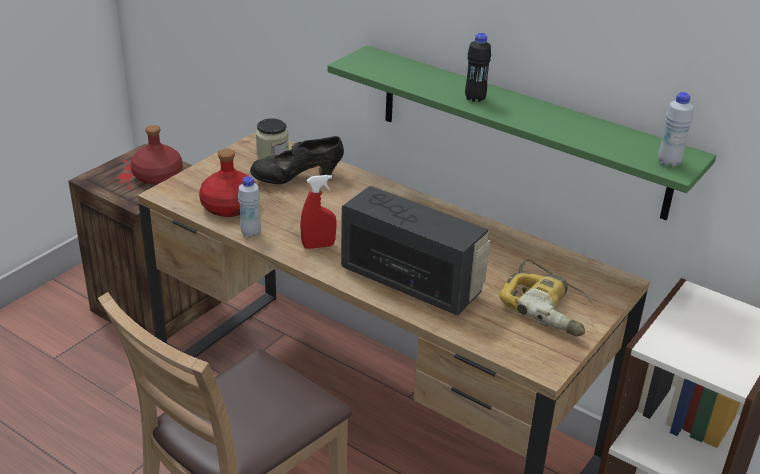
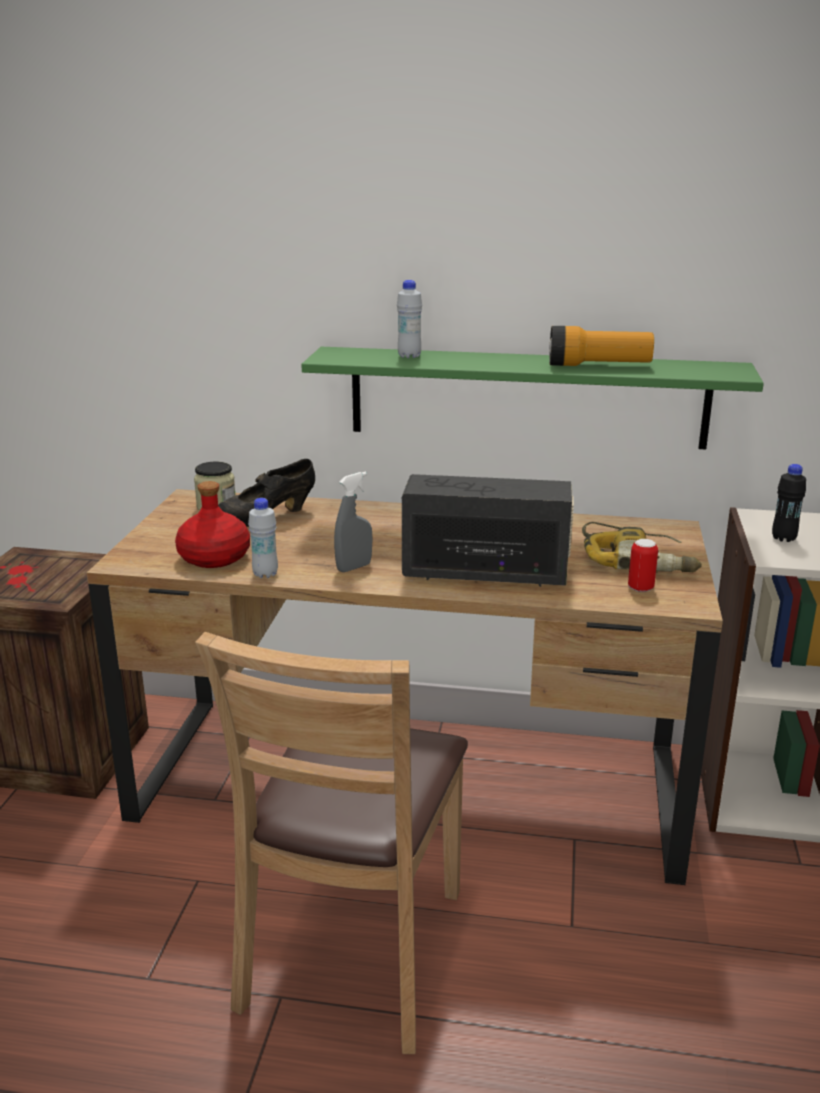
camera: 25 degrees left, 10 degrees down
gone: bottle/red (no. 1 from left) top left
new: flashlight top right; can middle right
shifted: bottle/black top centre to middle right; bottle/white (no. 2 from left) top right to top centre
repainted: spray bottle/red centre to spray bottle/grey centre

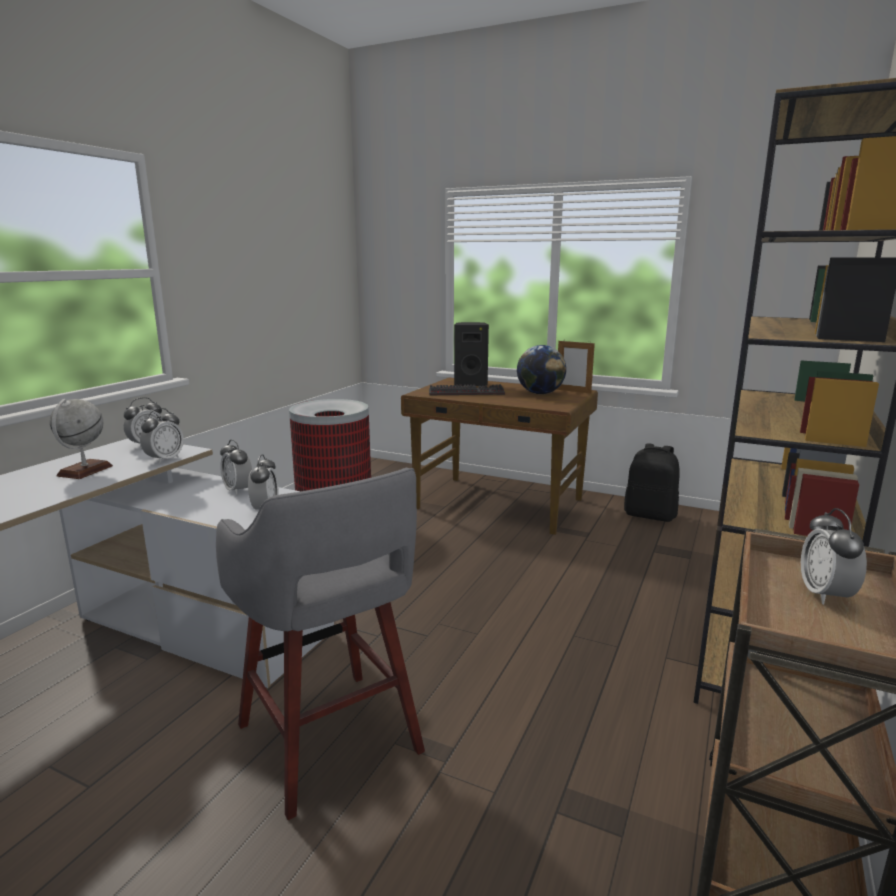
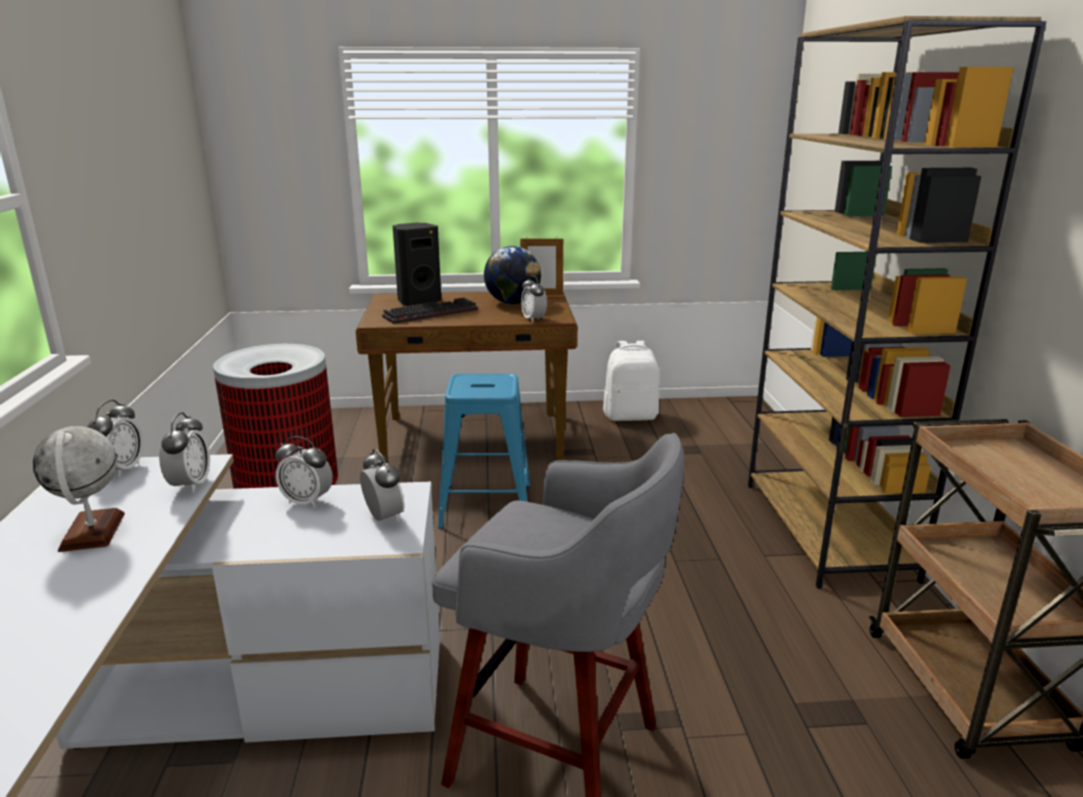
camera: 30 degrees left, 5 degrees up
new: stool/blue centre
shifted: alarm clock (no. 5 from left) middle right to centre
repainted: backpack/black middle right to backpack/white centre

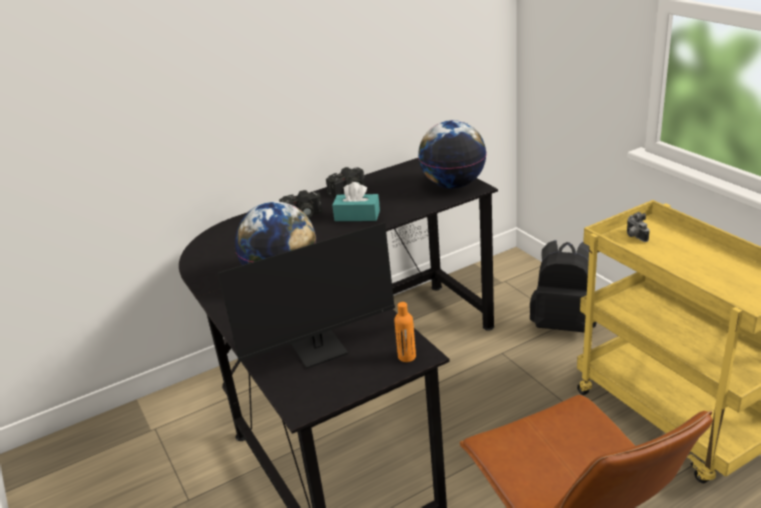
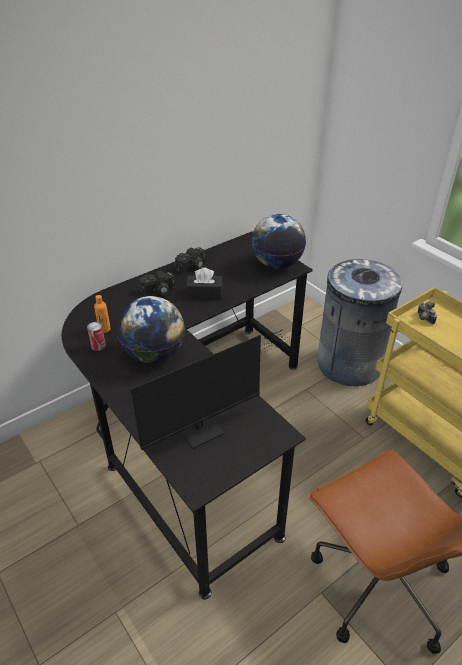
camera: 10 degrees left, 10 degrees up
new: can middle left
shifted: bottle/orange centre to middle left
swapped: backpack/black middle right to trash can/grey middle right
repainted: tissue box/turquoise centre to tissue box/black centre

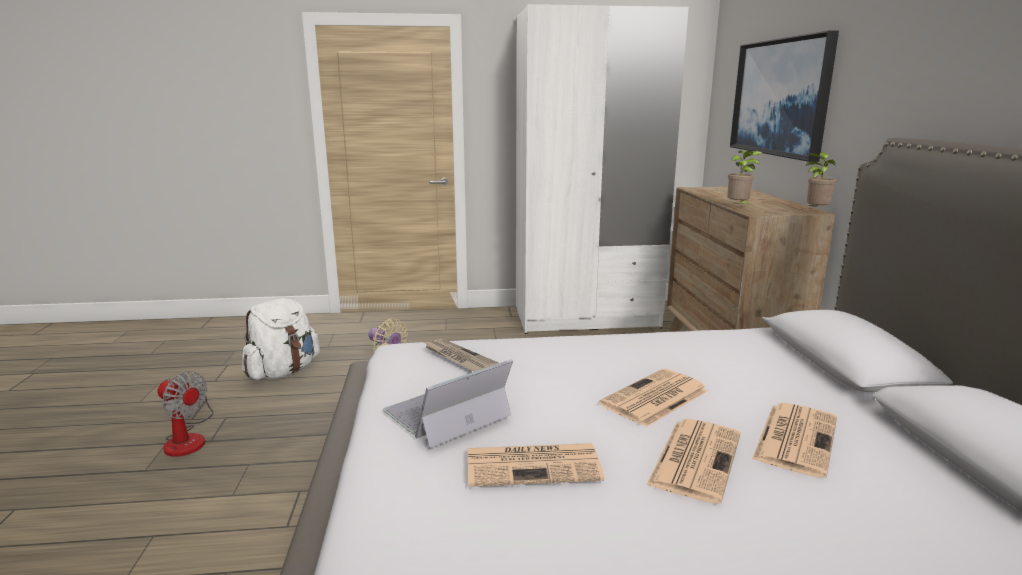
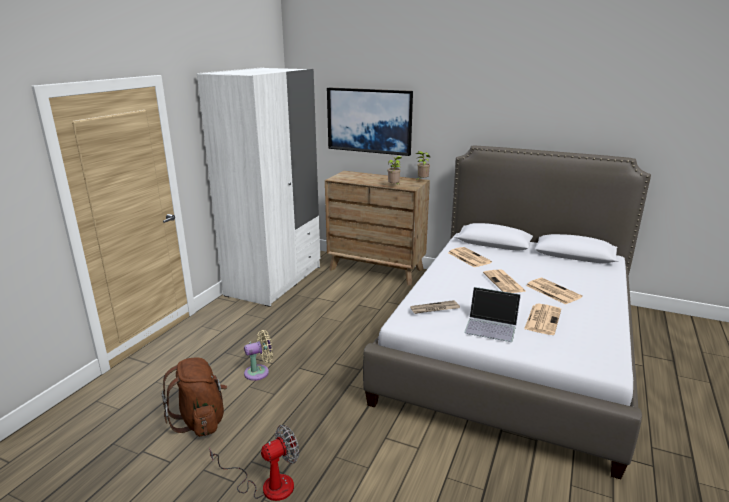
camera: 60 degrees left, 5 degrees up
shifted: newspaper (no. 5 from left in the first image) bottom right to newspaper (no. 2 from left) centre
repainted: backpack/white middle left to backpack/brown bottom left
rotated: laptop bottom centre = middle right 60 degrees counterclockwise

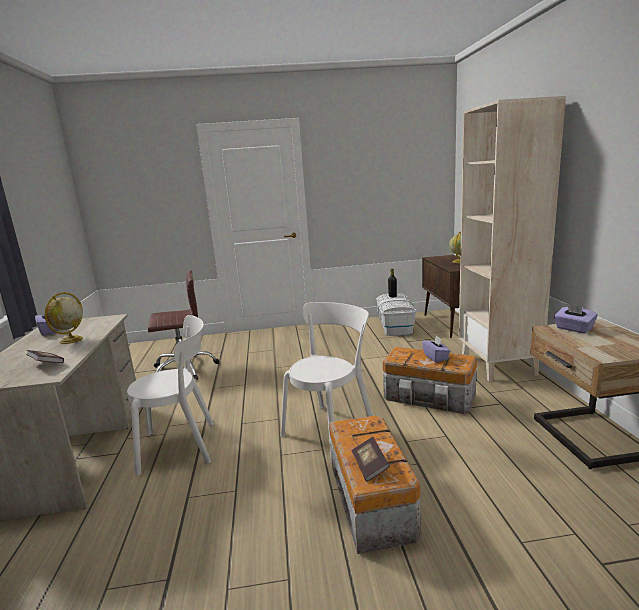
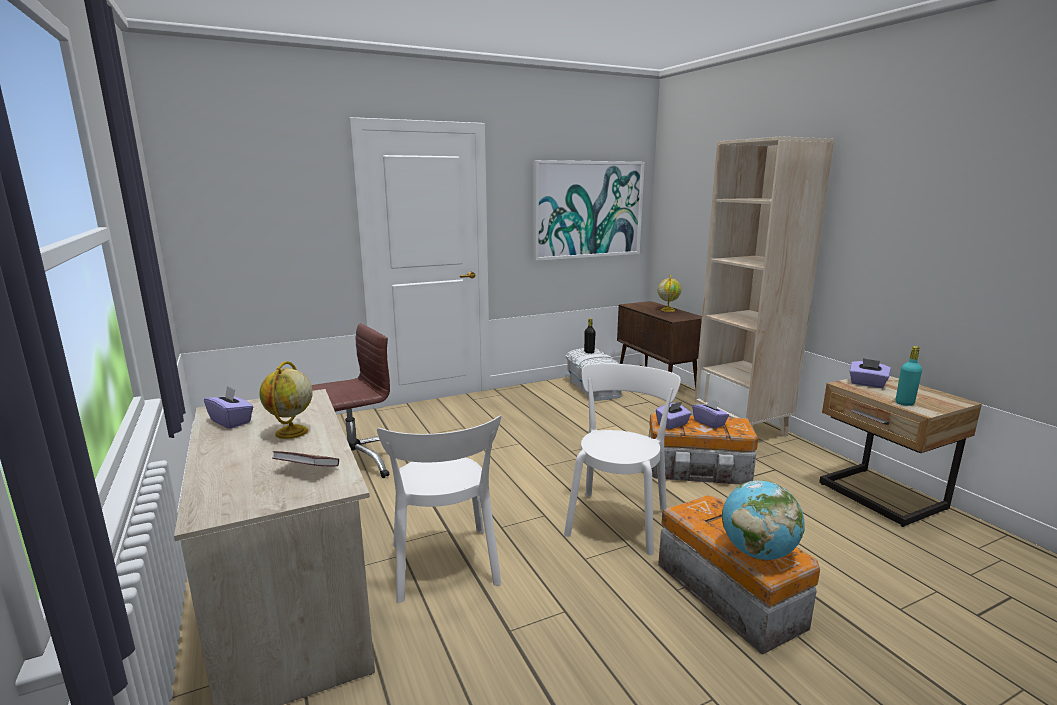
camera: 20 degrees left, 0 degrees up
new: picture top centre; tissue box/purple (no. 2 from left) centre; bottle/turquoise middle right
swapped: book (no. 2 from left) bottom centre to globe (no. 3 from left) bottom right
rotated: chair/white (no. 1 from left) middle left = bottom centre 105 degrees clockwise

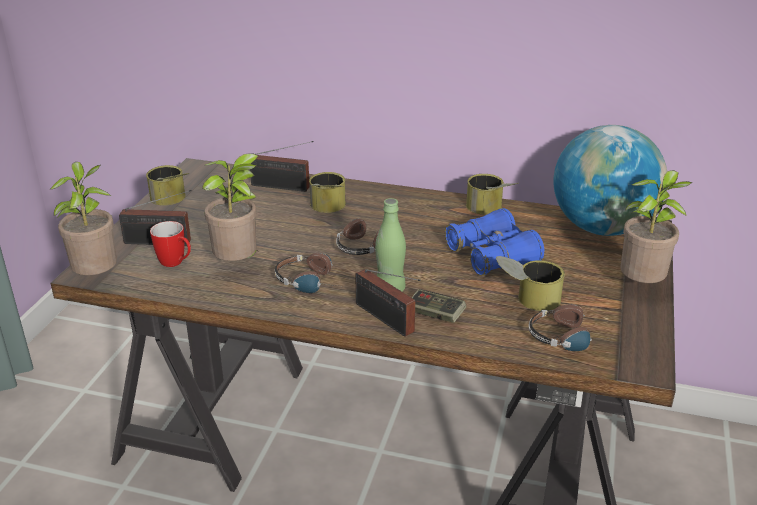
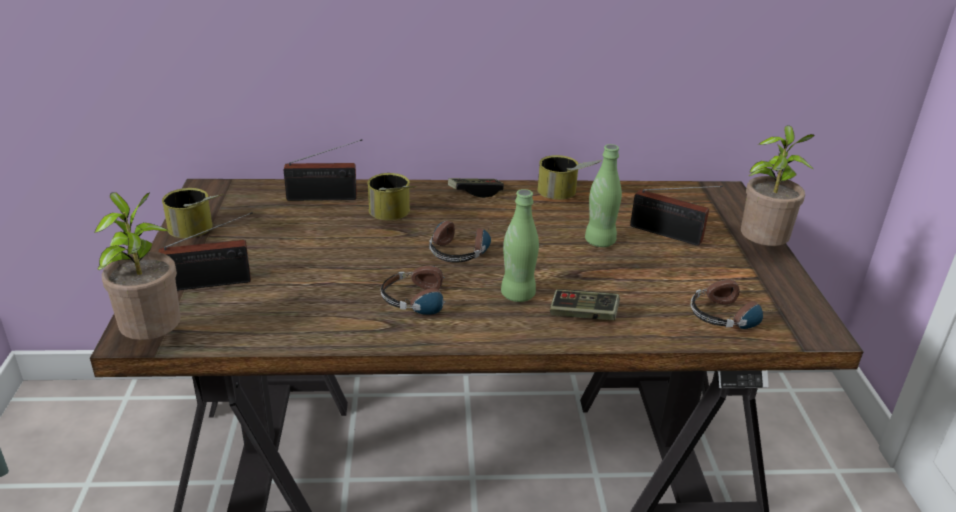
camera: 20 degrees left, 0 degrees up
gone: mug middle left; potted plant (no. 2 from left) middle left; can (no. 4 from left) middle right; globe middle right
new: game controller (no. 1 from left) centre
shifted: radio (no. 3 from left) centre to middle right
swapped: binoculars/blue centre to bottle/green (no. 2 from left) centre

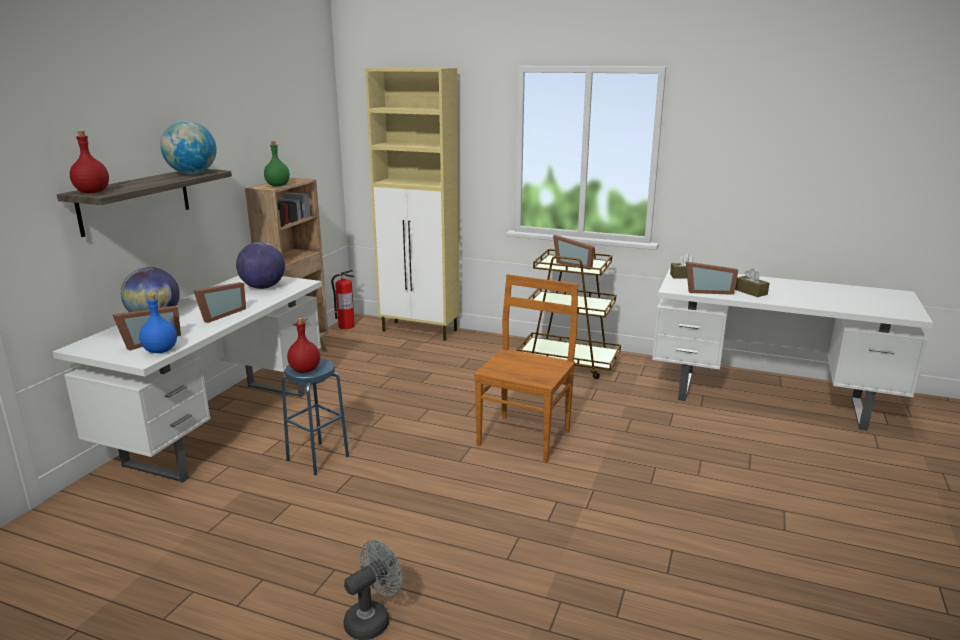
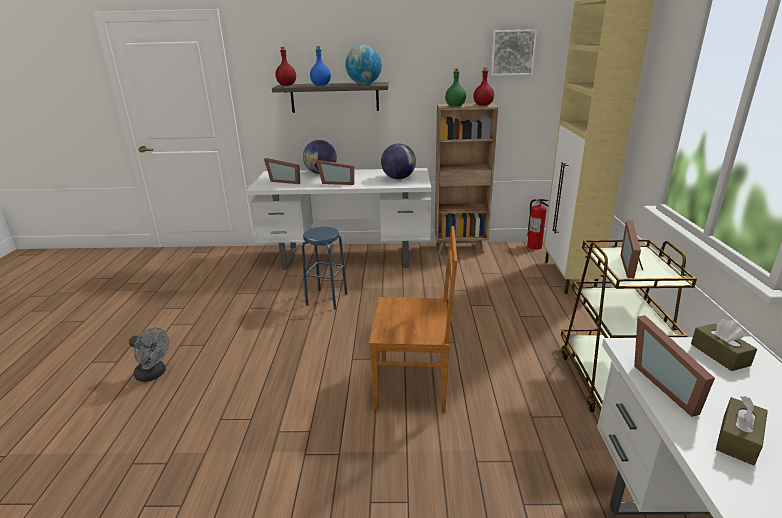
camera: 70 degrees right, 5 degrees up
new: picture top centre
shifted: bottle/blue middle left to top centre; bottle/red (no. 2 from left) middle left to top centre

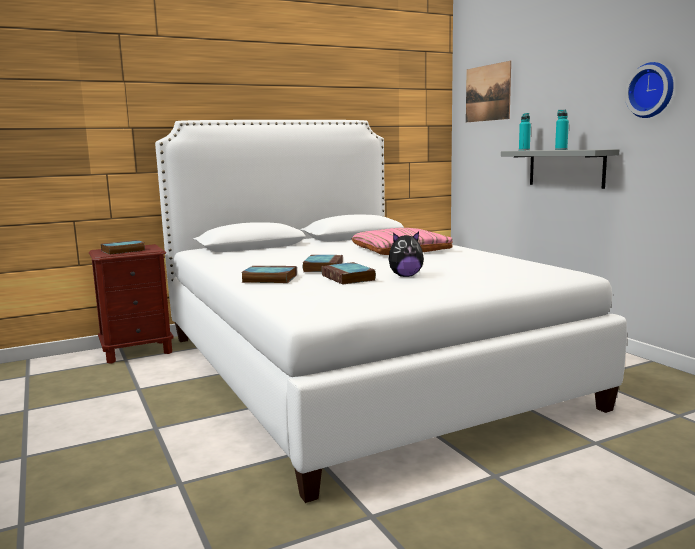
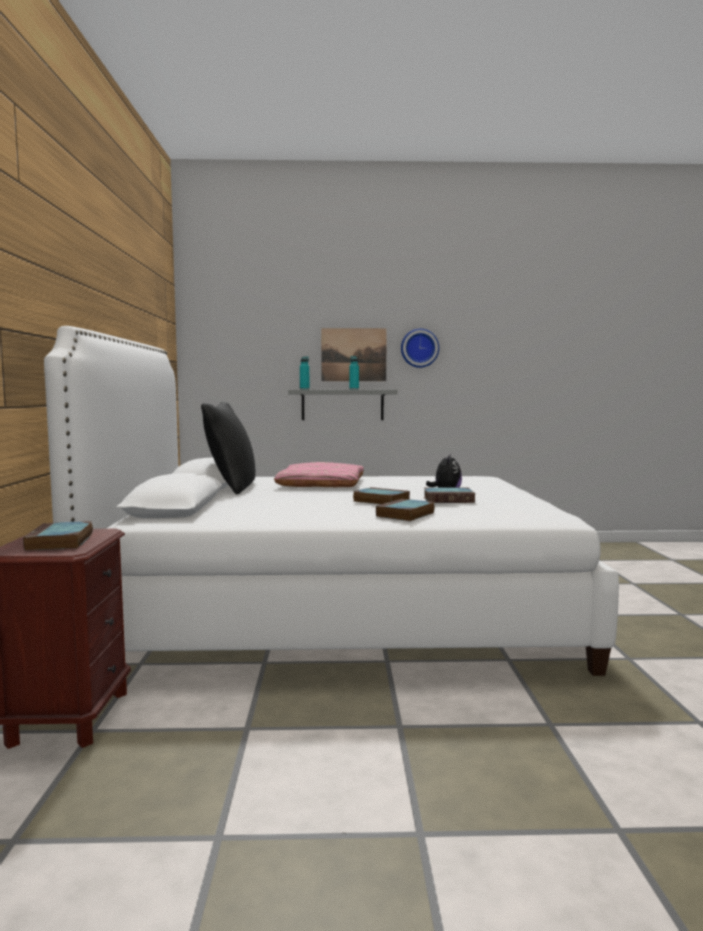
camera: 65 degrees left, 5 degrees down
new: pillow/black middle left
shifted: picture top right to centre

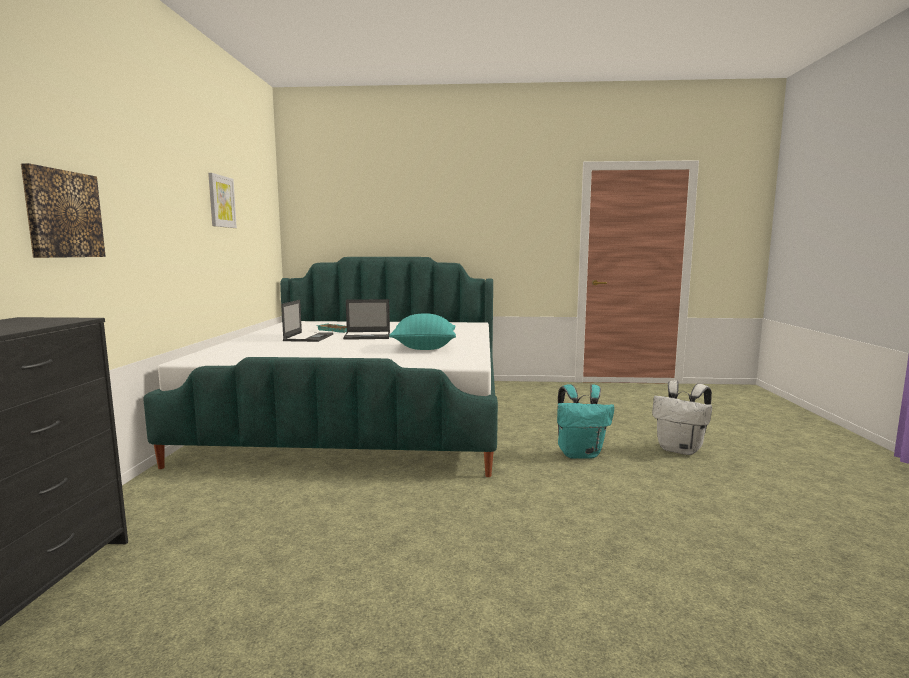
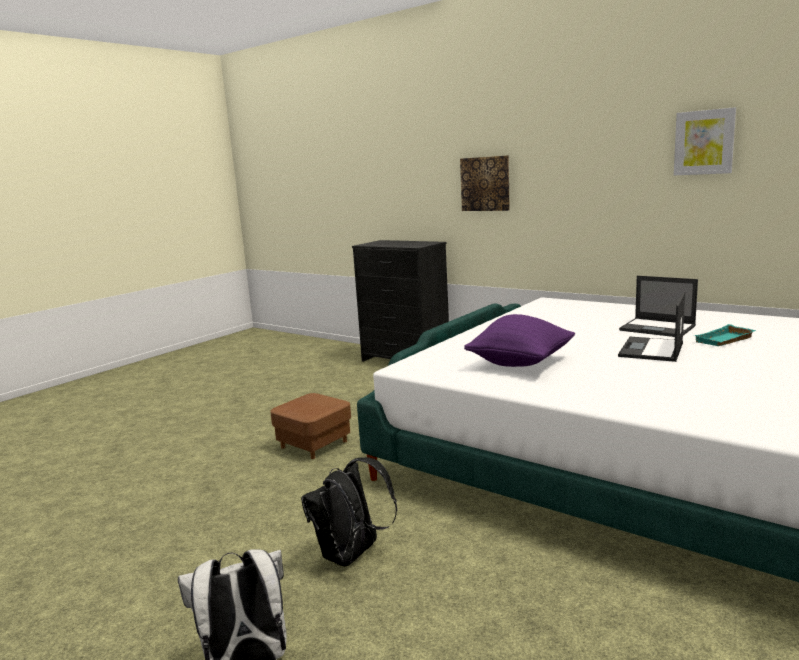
camera: 125 degrees right, 5 degrees up
new: ottoman/brown centre
repainted: pillow/turquoise centre to pillow/purple centre; backpack/turquoise centre to backpack/black bottom centre

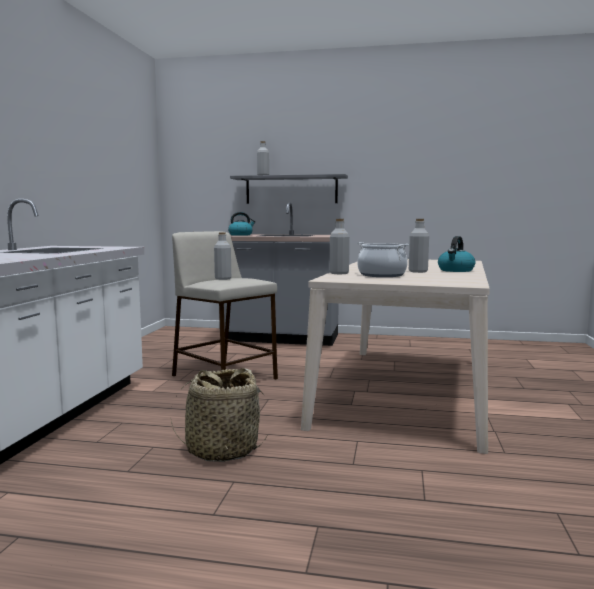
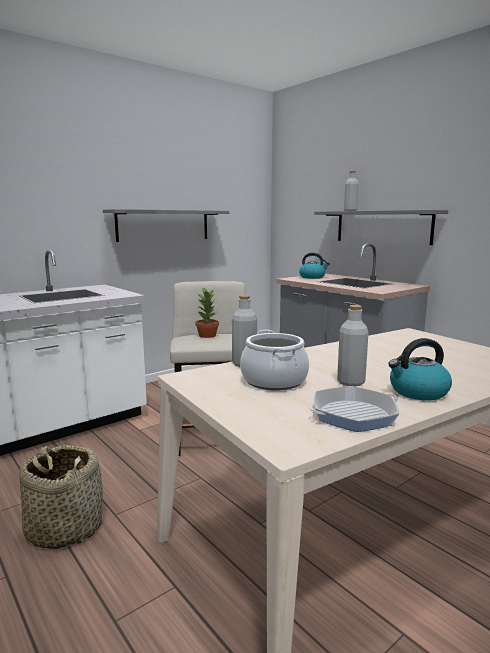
camera: 40 degrees right, 5 degrees up
new: shelf/grey (no. 1 from left) centre; frying pan middle right
swapped: bottle/grey (no. 1 from left) centre to potted plant centre

